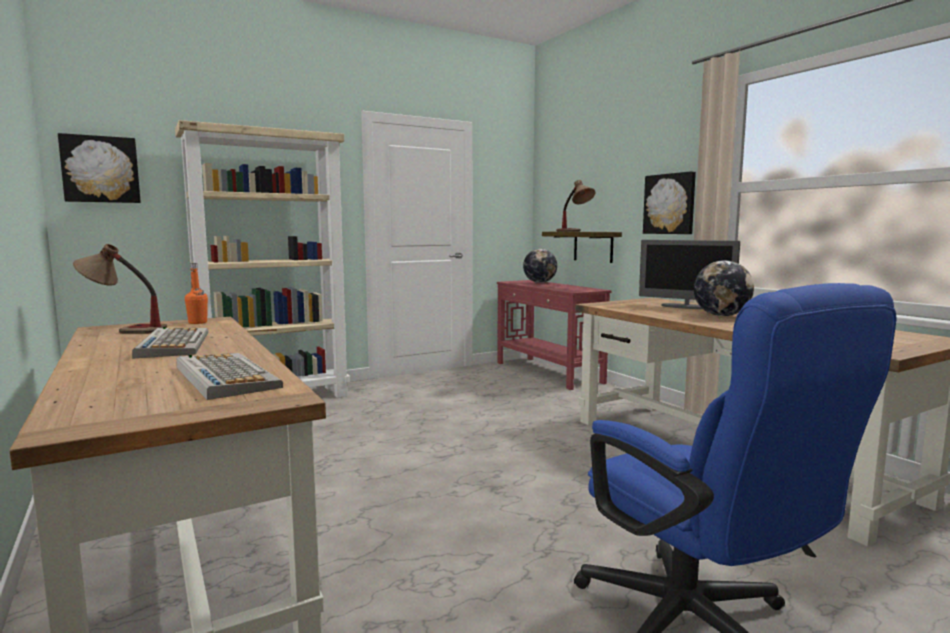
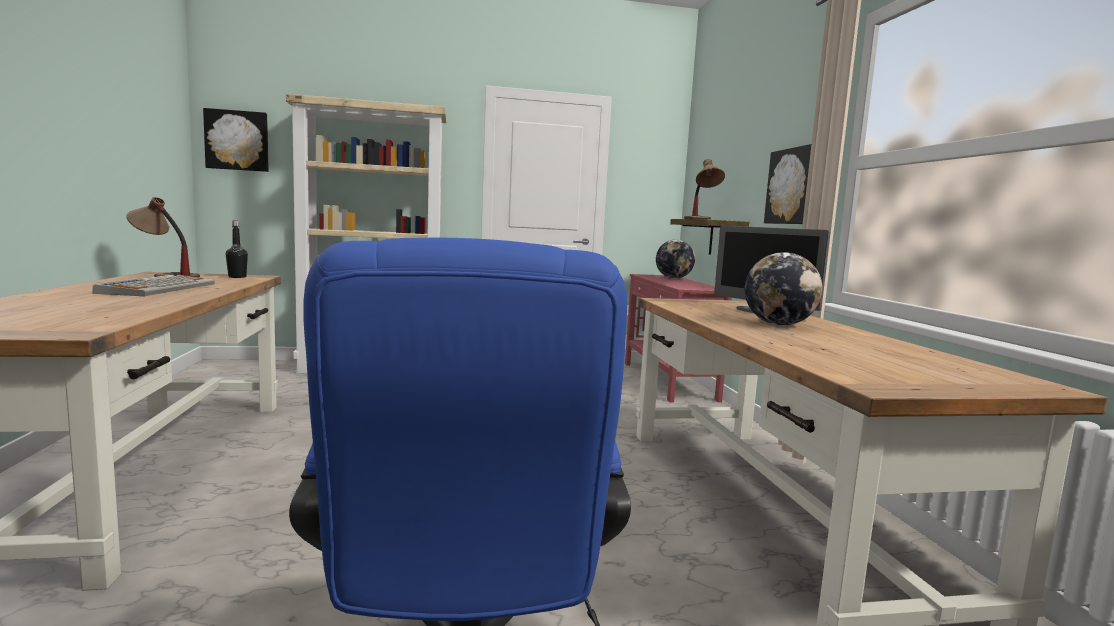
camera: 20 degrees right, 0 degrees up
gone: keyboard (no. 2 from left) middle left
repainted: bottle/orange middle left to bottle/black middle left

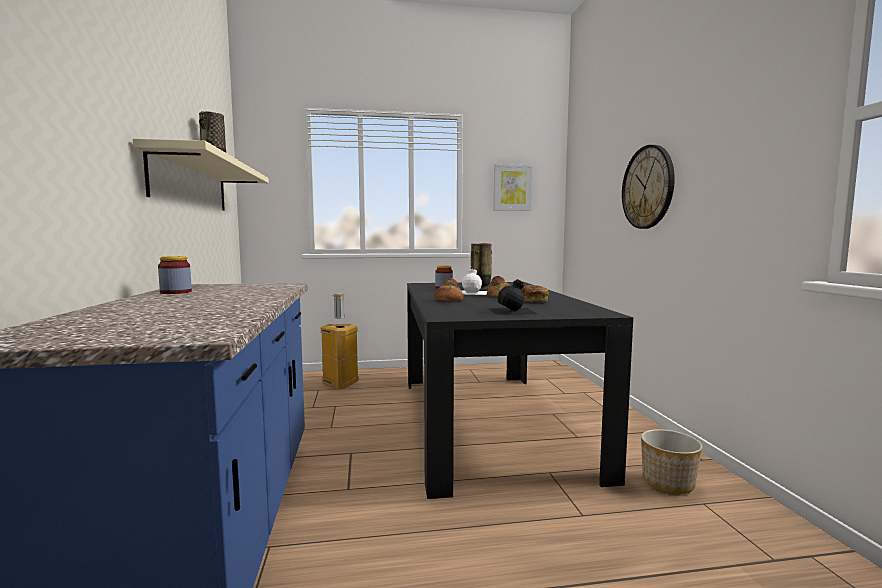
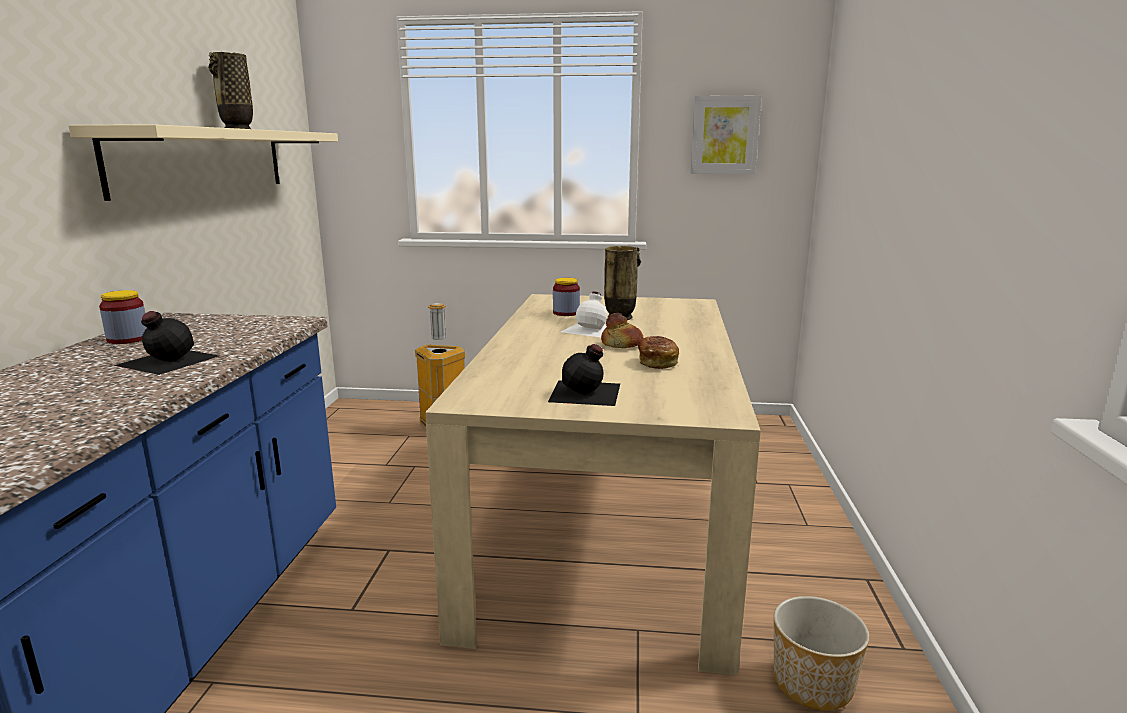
camera: 15 degrees right, 10 degrees up
gone: bread (no. 1 from left) centre; wall clock top right
new: bottle/black (no. 1 from left) middle left
repainted: dining table/black centre to dining table/beige bottom centre

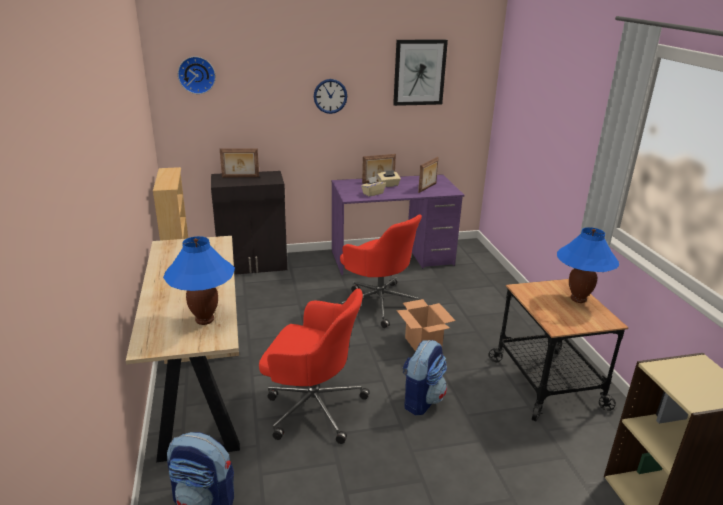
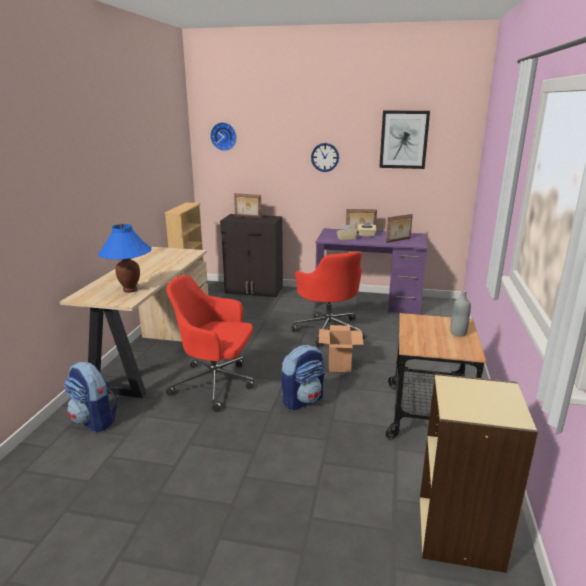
camera: 25 degrees right, 5 degrees down
swapped: table lamp/blue (no. 2 from left) middle right to bottle/grey middle right
rotated: office chair/red (no. 1 from left) bottom centre = centre 150 degrees clockwise

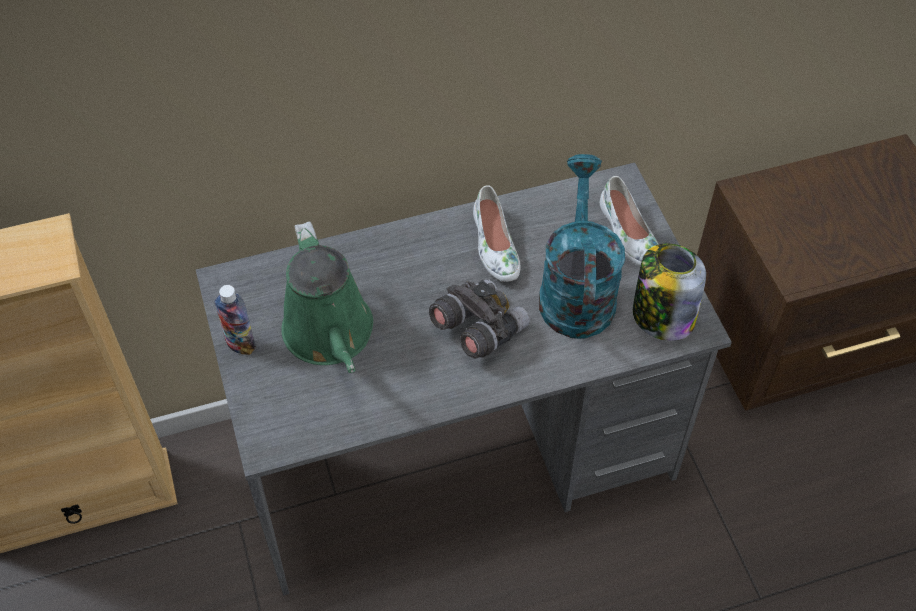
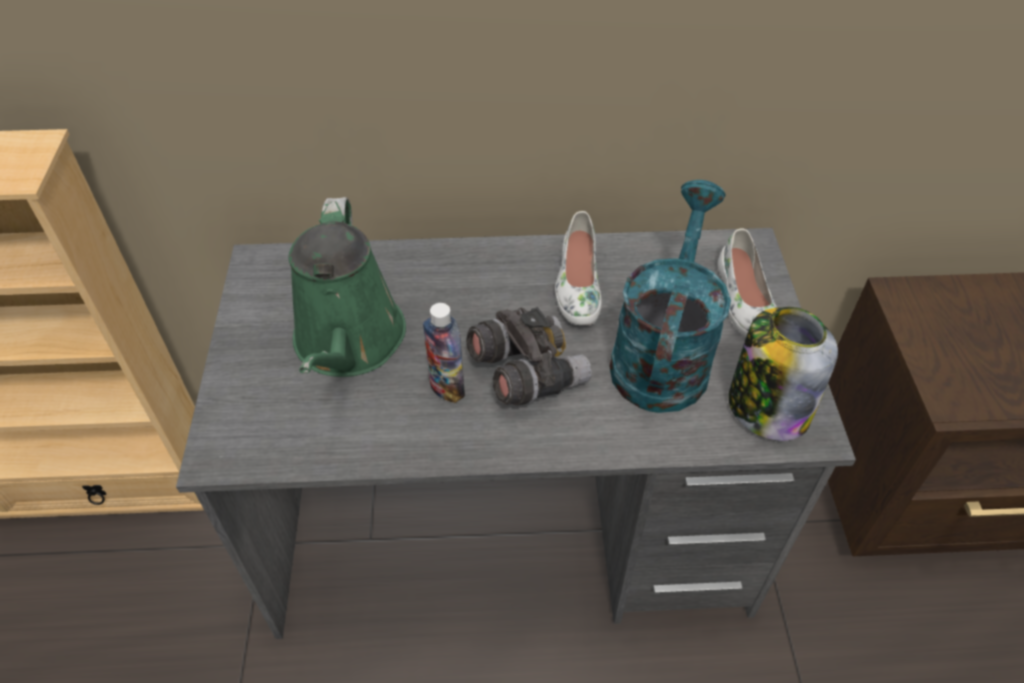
camera: 15 degrees right, 5 degrees down
shifted: bottle middle left to centre

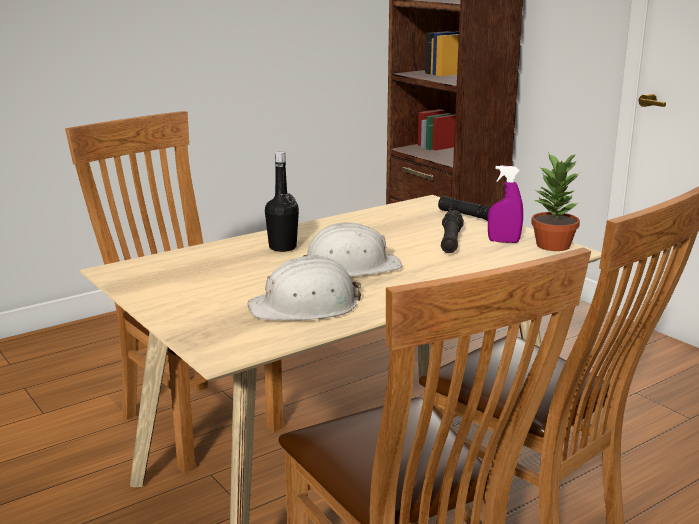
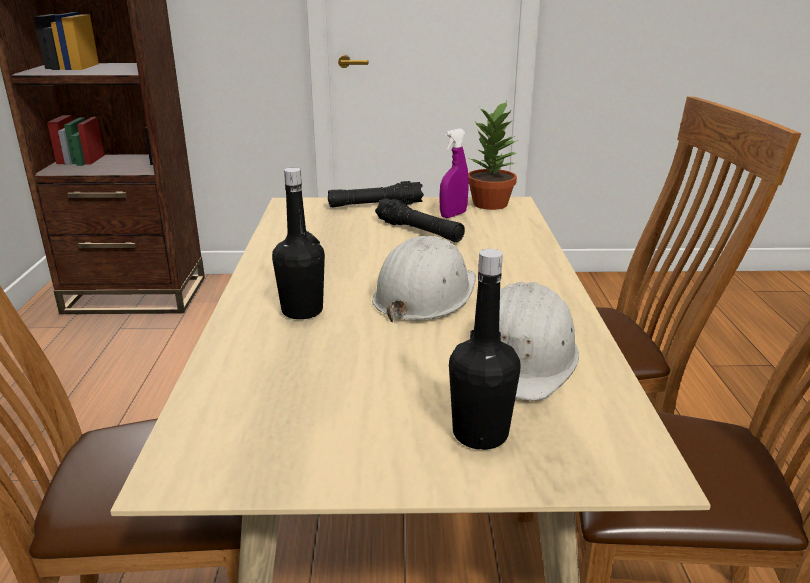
camera: 55 degrees left, 5 degrees up
new: bottle/black (no. 2 from left) centre

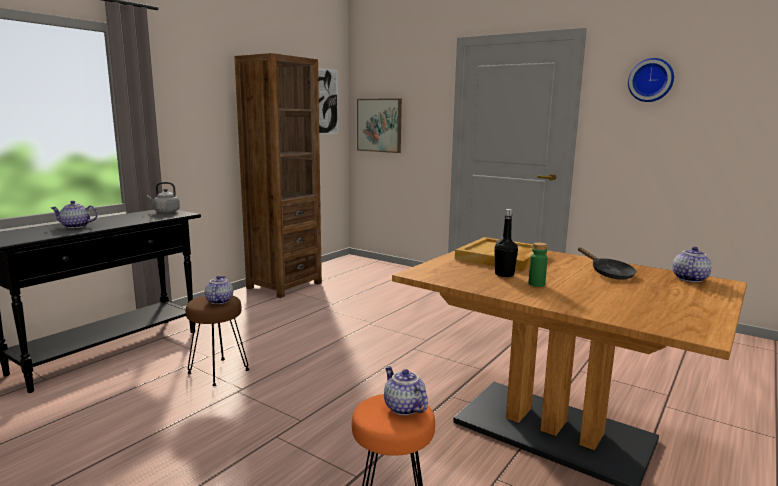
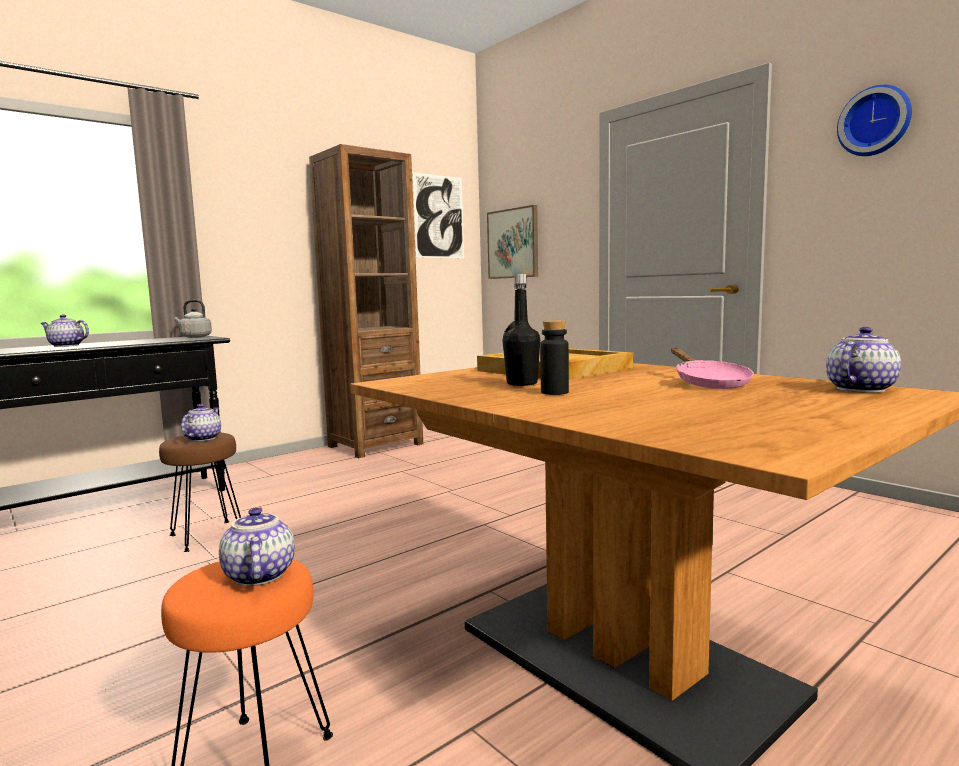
camera: 15 degrees right, 5 degrees down
repainted: bottle/green middle right to bottle/black (no. 2 from left) centre; frying pan/black middle right to frying pan/pink middle right

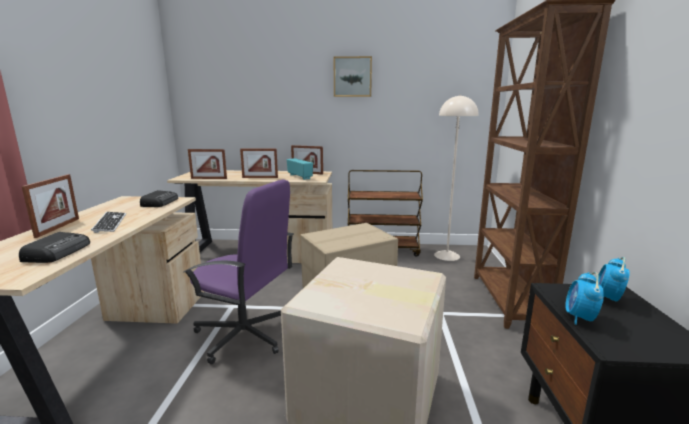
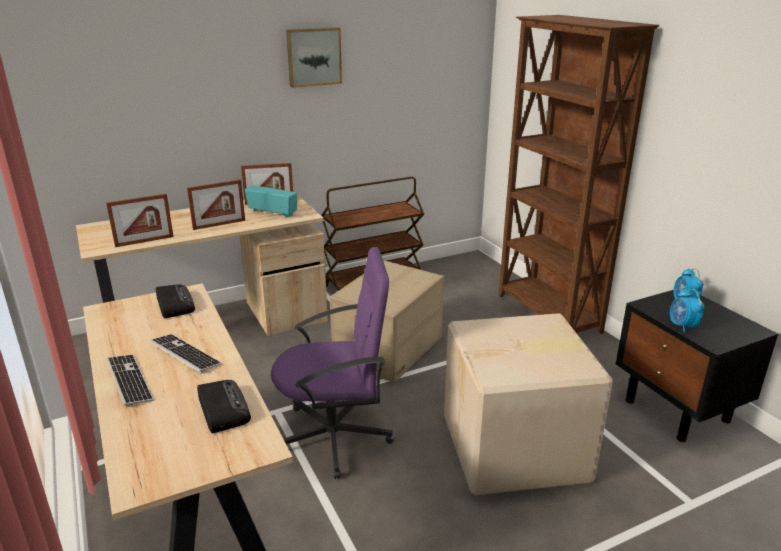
camera: 30 degrees left, 10 degrees up
gone: floor lamp/beige centre
swapped: picture frame (no. 1 from left) middle left to keyboard (no. 1 from left) bottom left

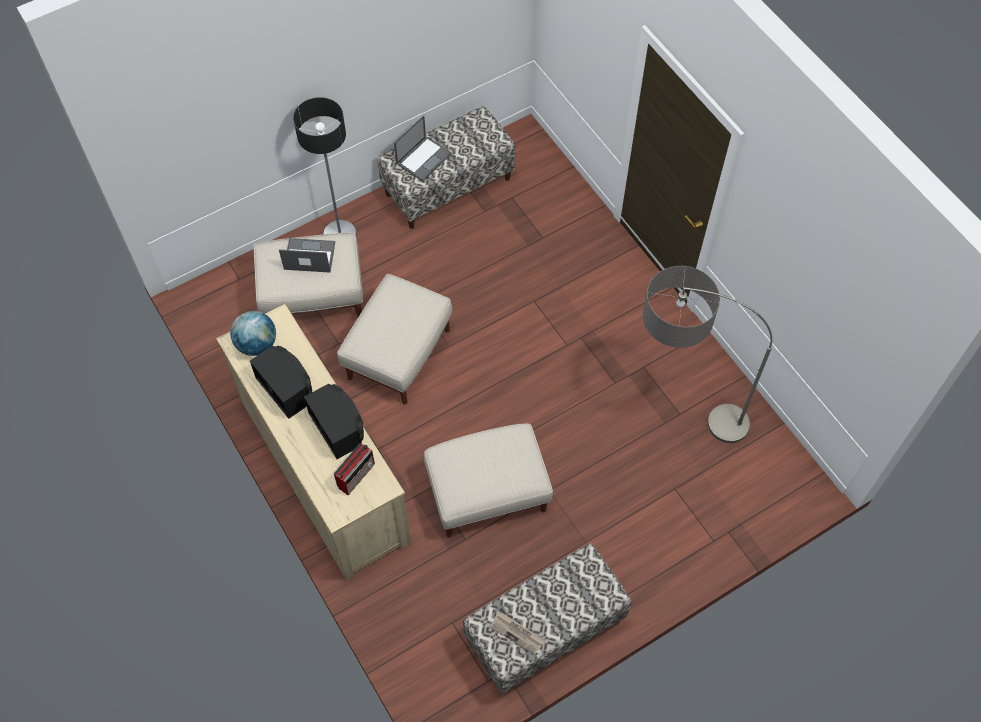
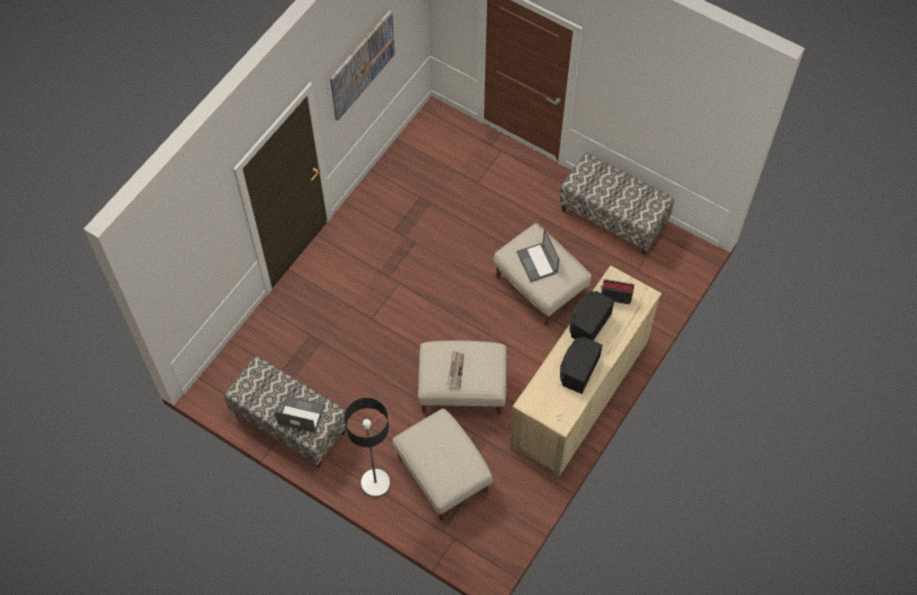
camera: 115 degrees left, 0 degrees up
gone: globe middle left; floor lamp (no. 2 from left) middle right
new: picture top centre
shifted: laptop (no. 1 from left in the first image) middle left to laptop (no. 2 from left) centre; newspaper bottom centre to centre

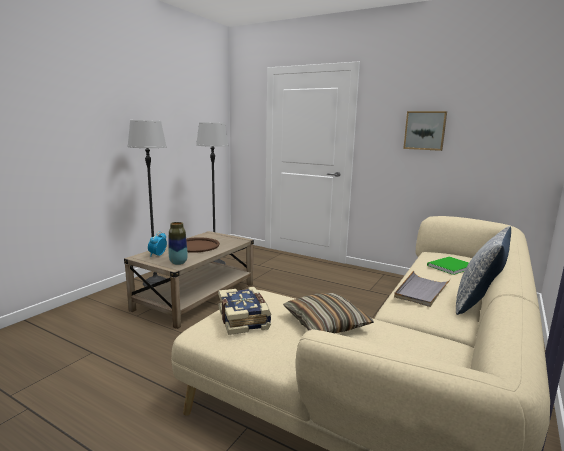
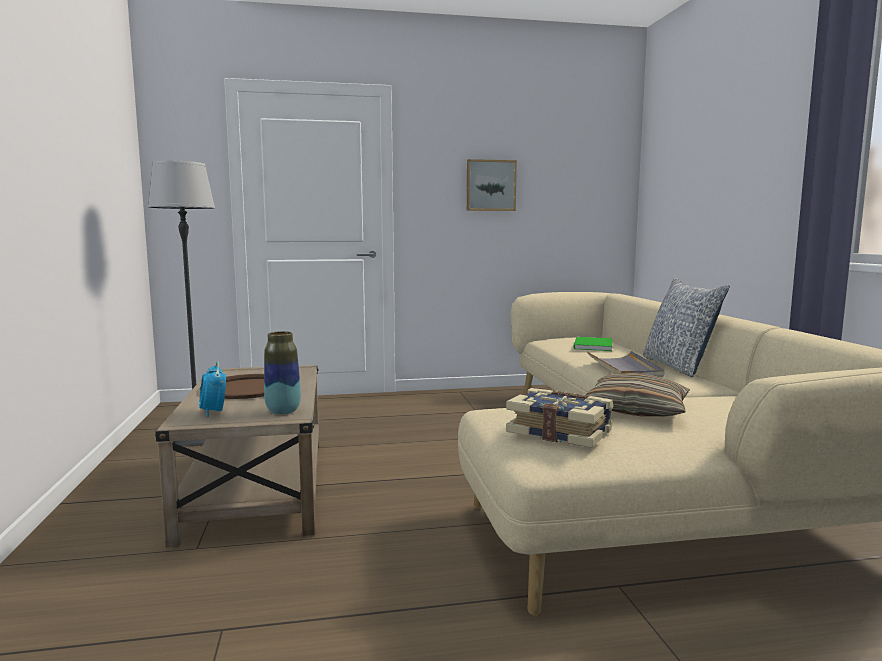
camera: 40 degrees left, 5 degrees down
gone: floor lamp (no. 1 from left) middle left

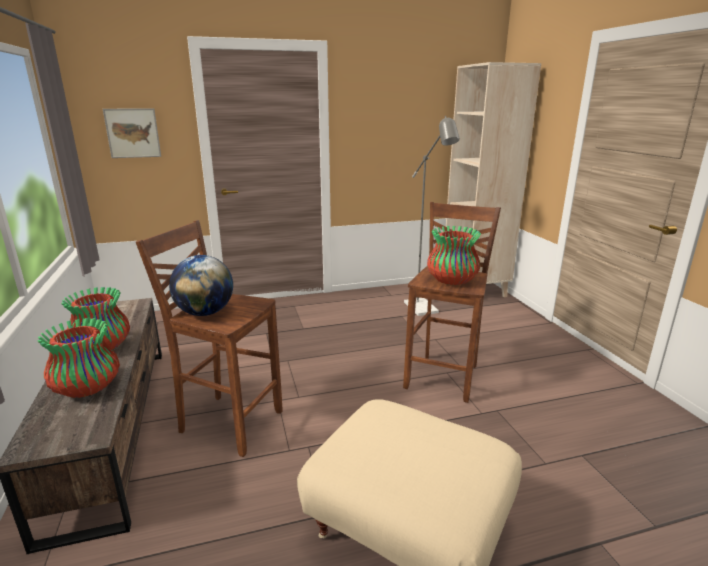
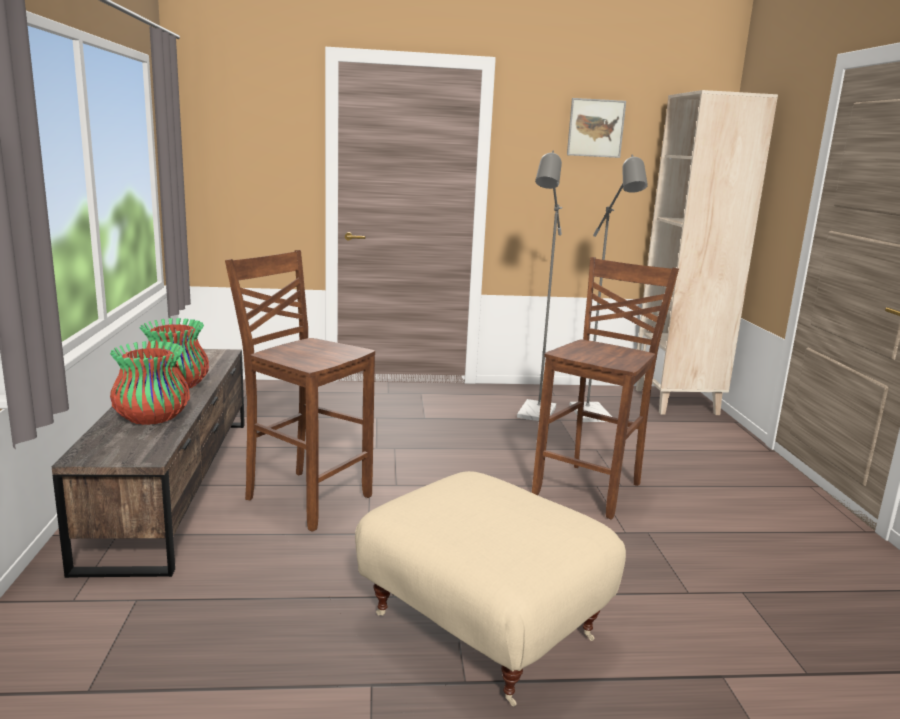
camera: 10 degrees right, 5 degrees down
gone: globe middle left; vase (no. 3 from left) centre
new: floor lamp/grey (no. 1 from left) centre
shifted: picture top left to top centre

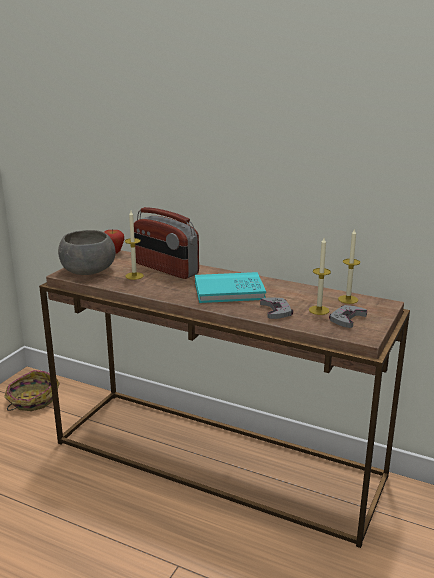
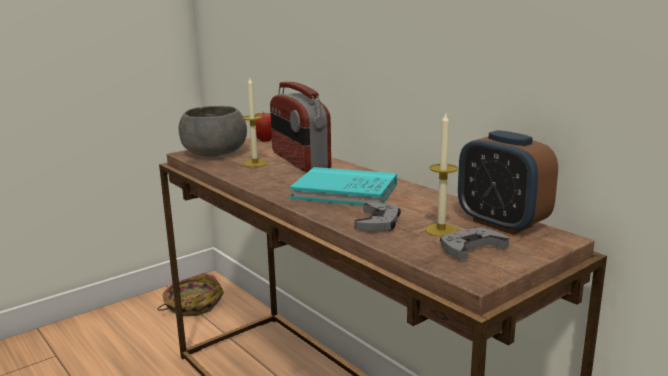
camera: 25 degrees right, 5 degrees down
swapped: candle (no. 3 from left) middle right to alarm clock middle right

